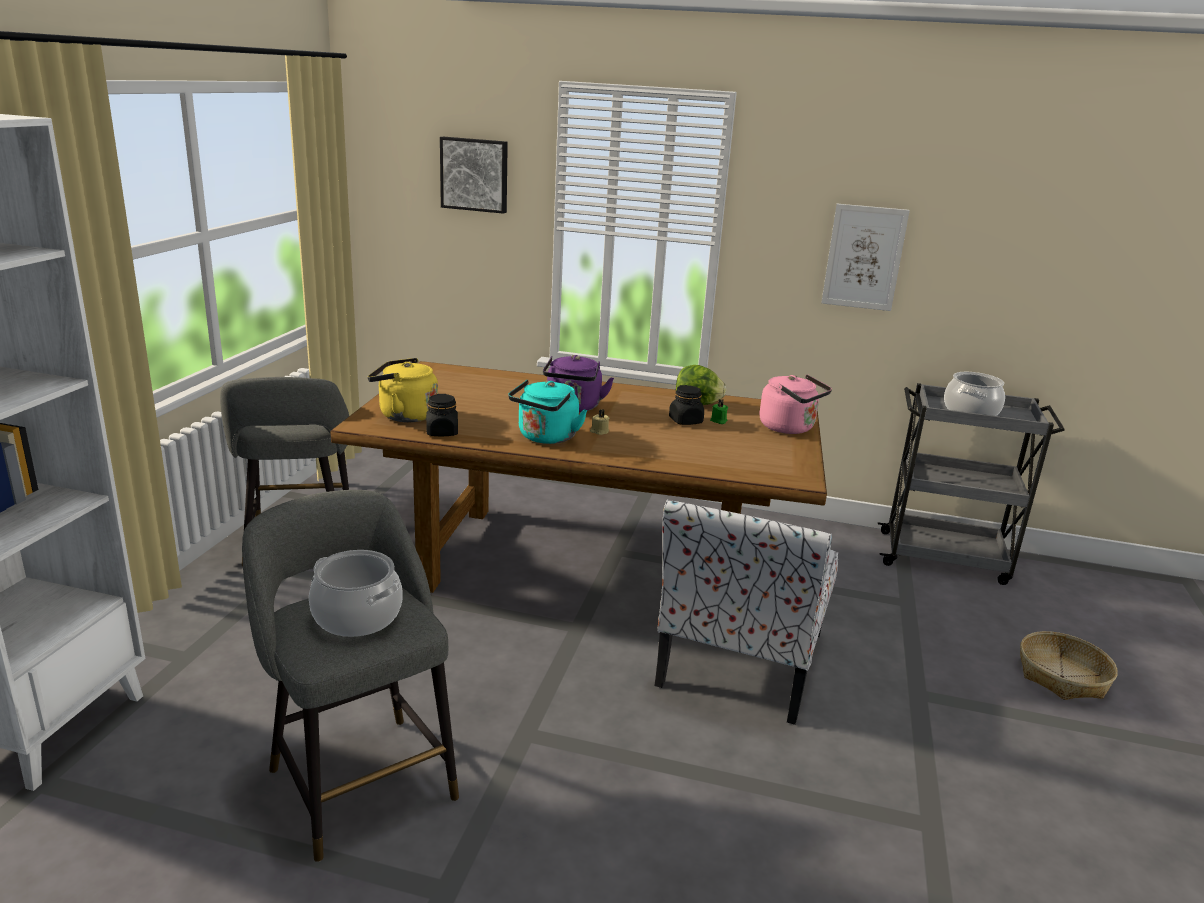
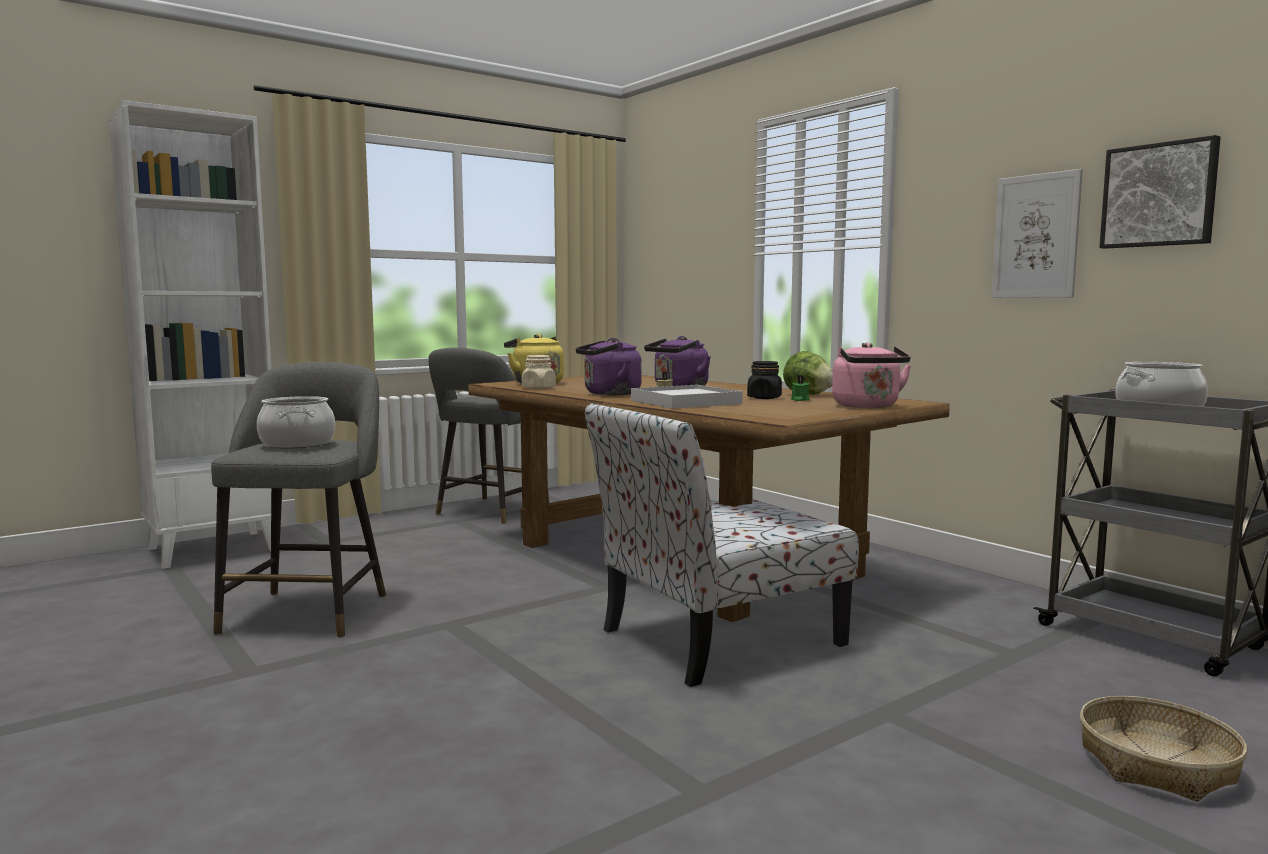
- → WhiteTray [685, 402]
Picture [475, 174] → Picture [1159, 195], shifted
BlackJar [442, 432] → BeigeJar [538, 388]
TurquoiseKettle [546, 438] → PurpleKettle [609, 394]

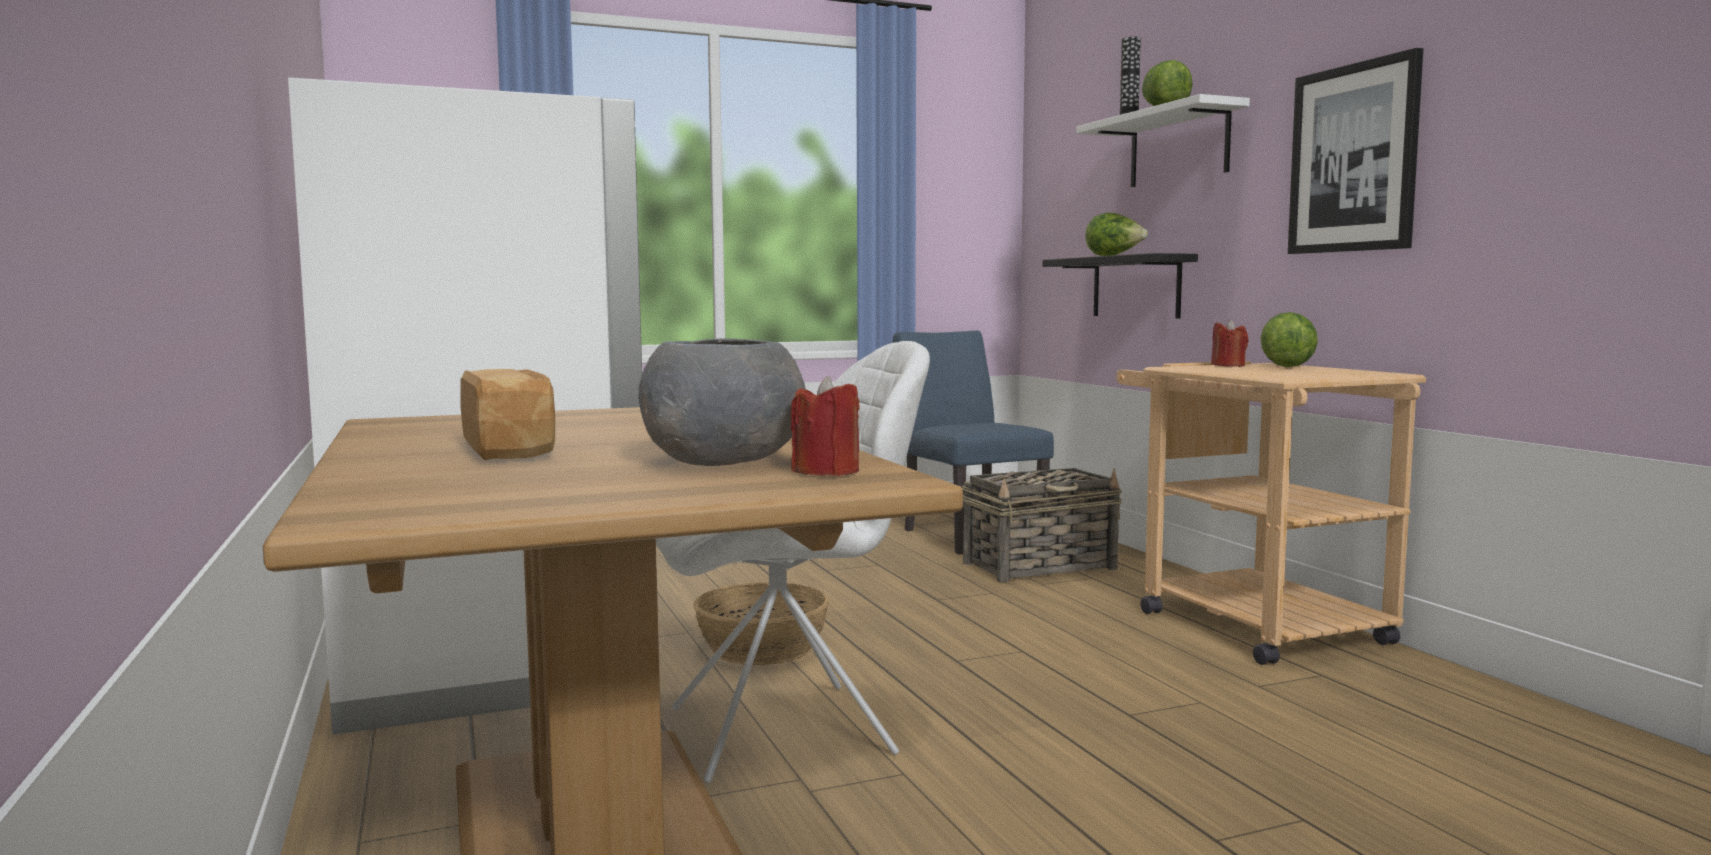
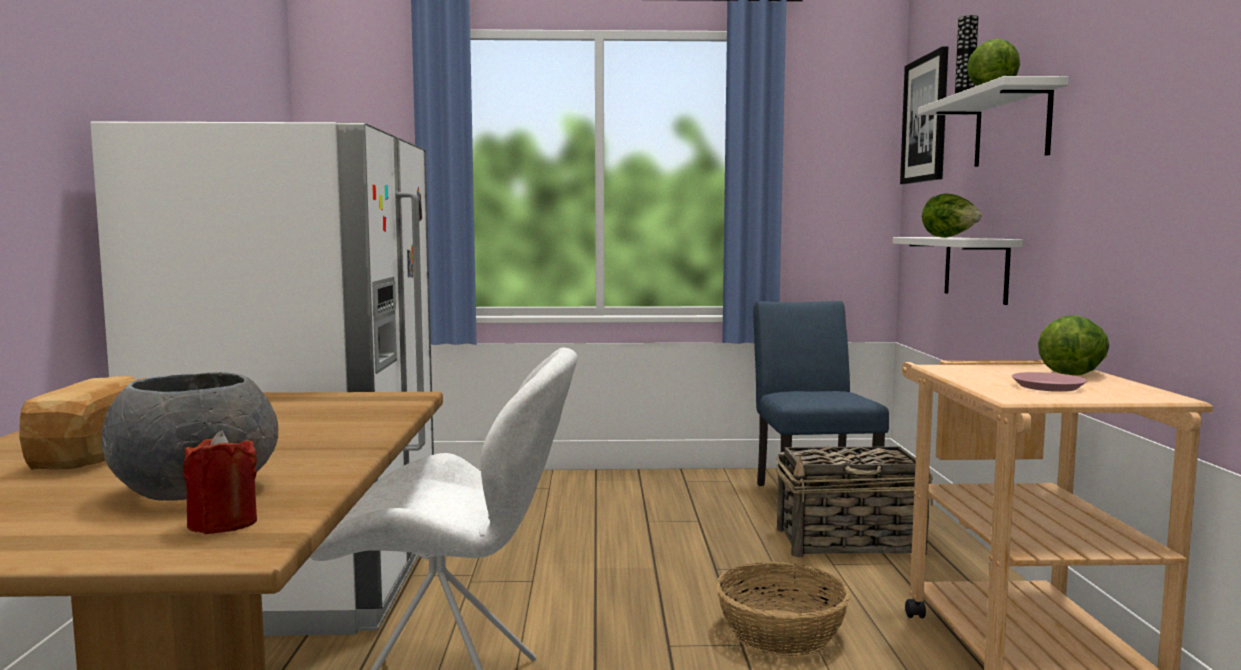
RedCandle [1228, 365] → -
- → PinkPlate [1048, 387]
Basket [762, 648] → Basket [781, 632], shifted
Picture [1354, 158] → Picture [925, 119], shifted
BlackShelf [1136, 287] → WhiteShelf [976, 268]

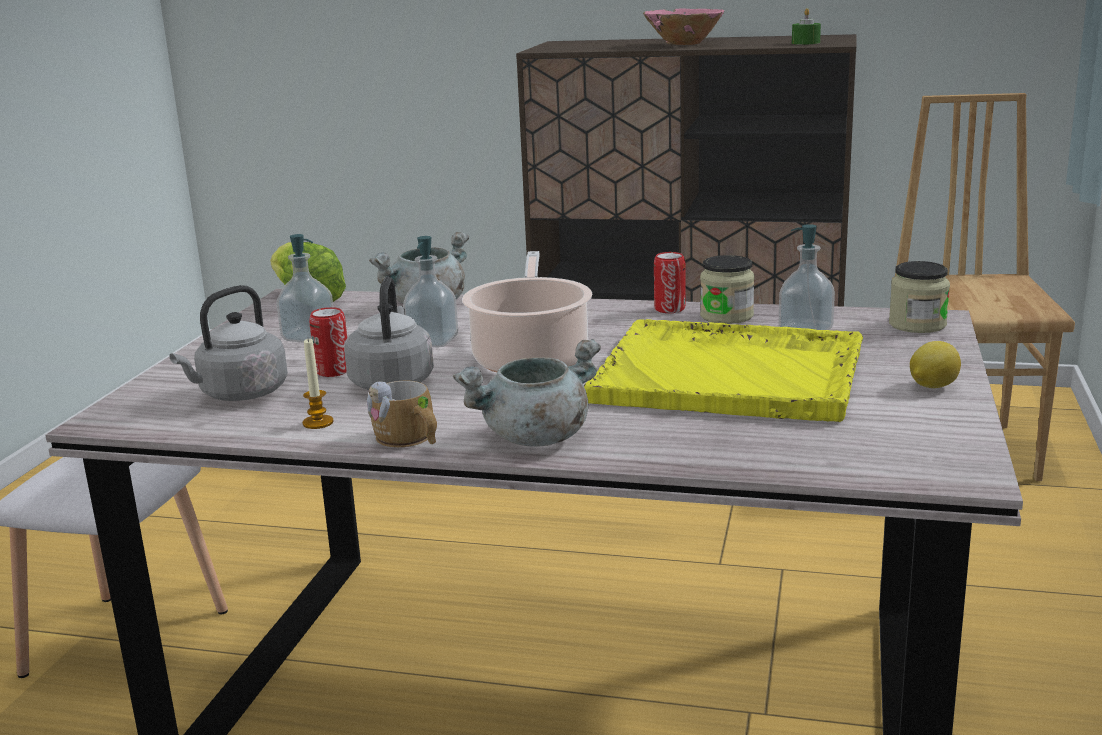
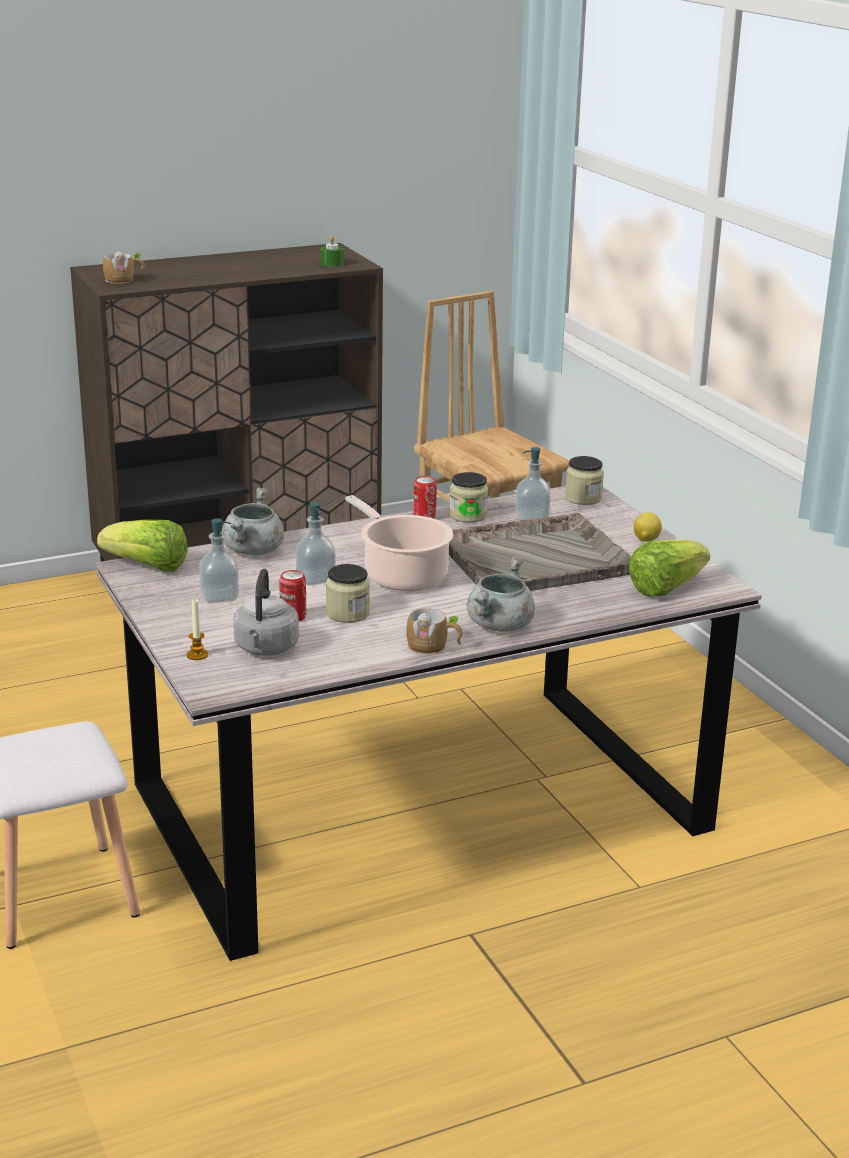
PinkBowl [683, 44] → -
- → Mug [125, 280]
- → Lettuce [665, 588]
Candle [318, 423] → Candle [197, 655], shifted
GreyKettle [392, 381] → Jar [347, 613]
YellowTray [731, 375] → GreyTray [537, 558]

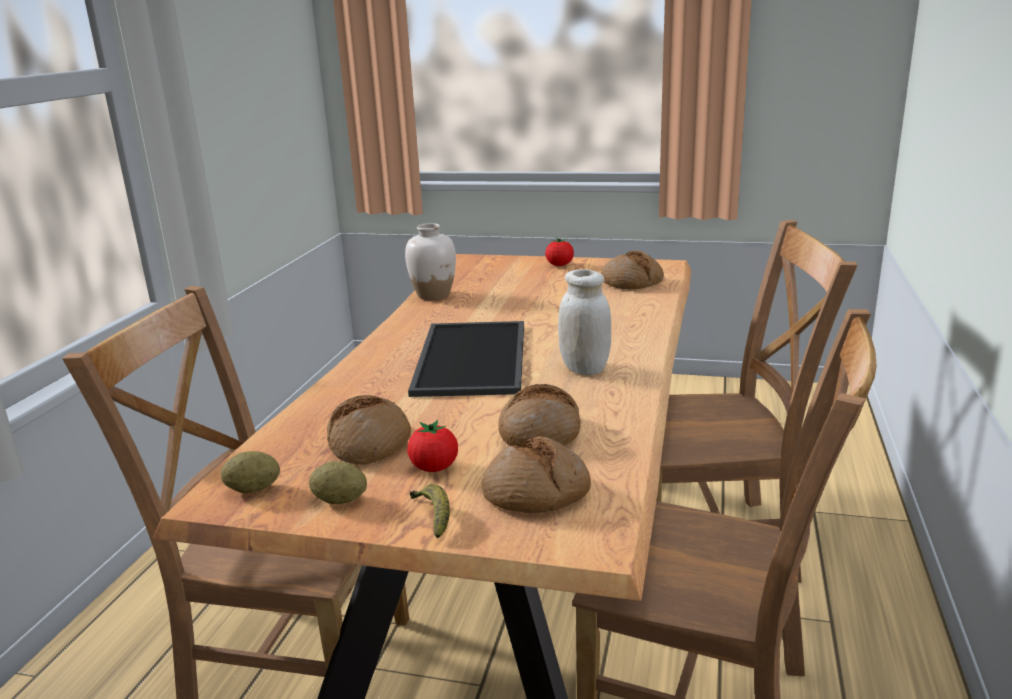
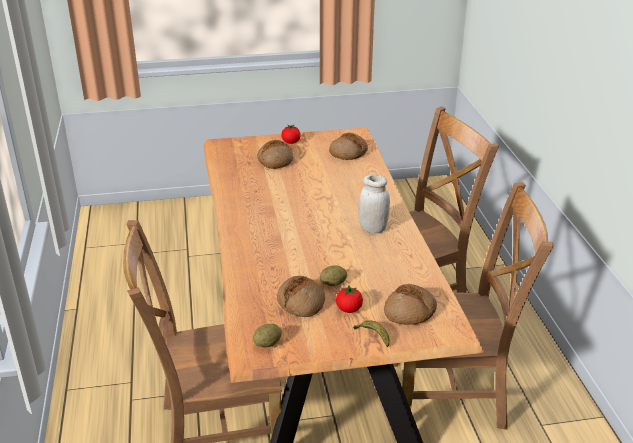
WhiteVase [433, 295] → -
Tray [474, 359] → -
Potato [340, 500] → Potato [333, 283], shifted
Bread [540, 433] → Bread [275, 160], shifted

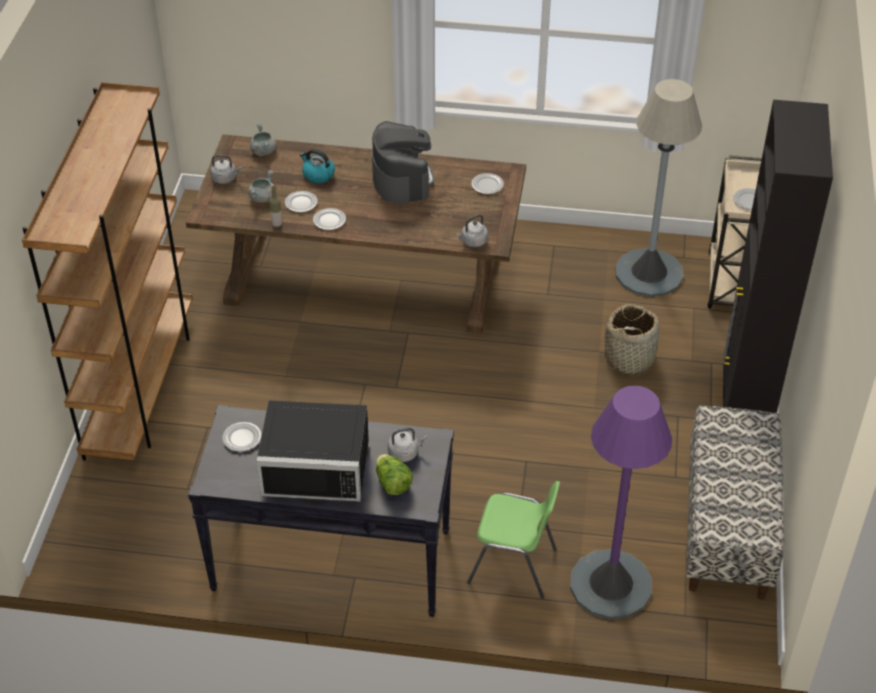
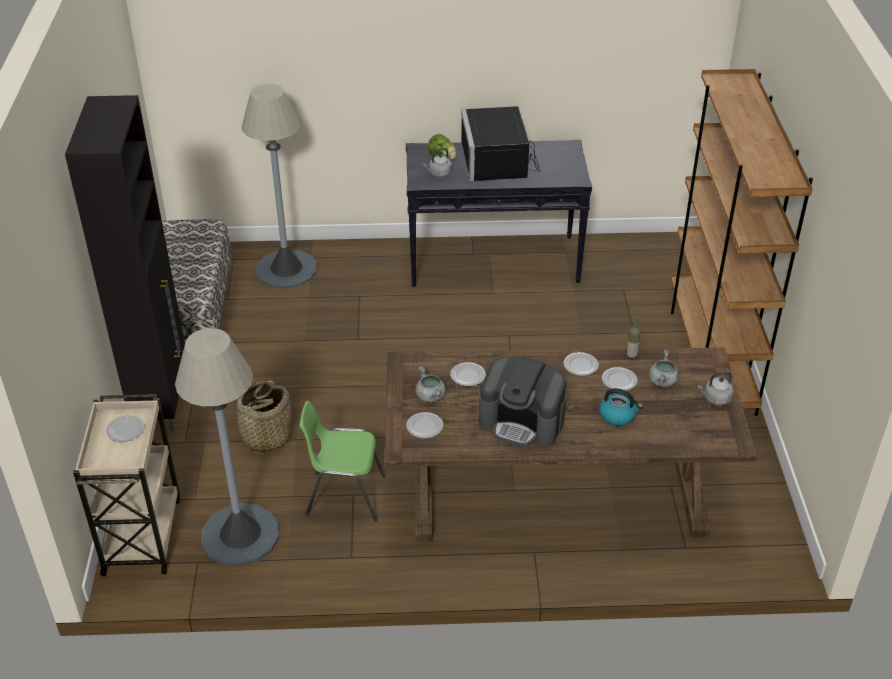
GreyKettle [473, 242] → -
Plate [242, 438] → Plate [468, 375], shifted
GreyCookingPot [263, 151] → GreyCookingPot [431, 396], shifted
GreenChair [513, 566] → GreenChair [344, 495], shifted
PurpleFloorLamp [610, 584] → GreyFloorLamp [286, 270]
BlackMicrowave [317, 463] → BlackMicrowave [500, 162], 90 degrees counterclockwise
CoffeeMachine [402, 180] → CoffeeMachine [522, 422], 45 degrees counterclockwise

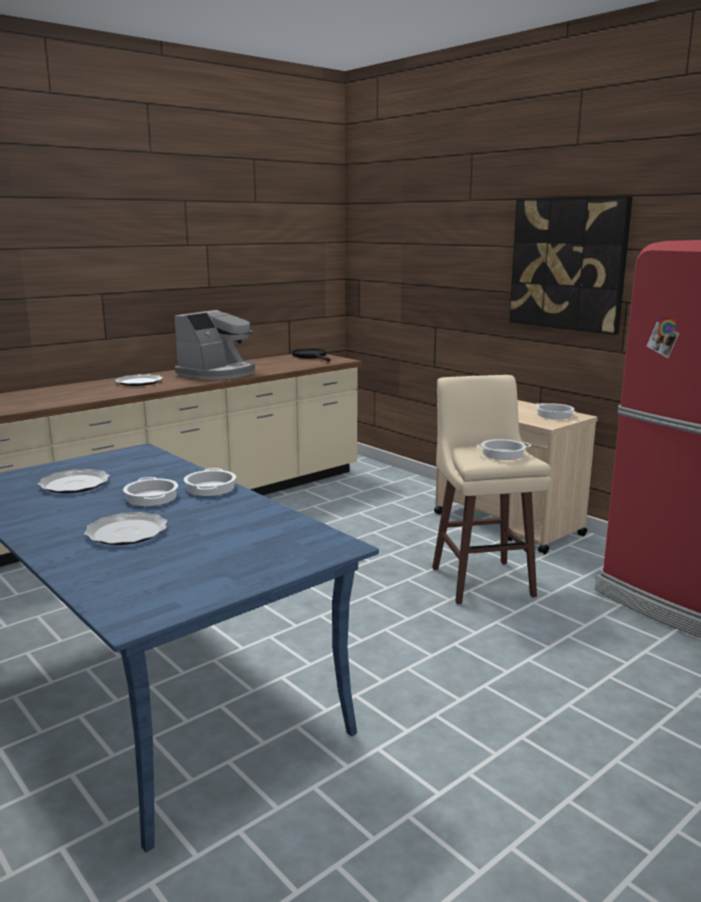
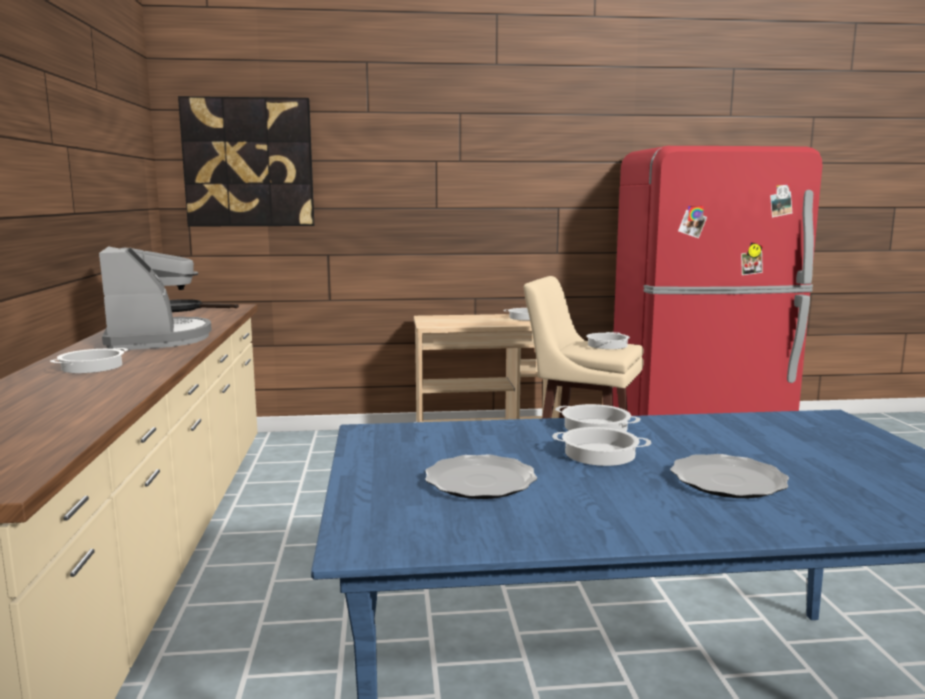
Picture [568, 264] → Picture [248, 163], shifted
Plate [139, 382] → CookingPot [92, 367]

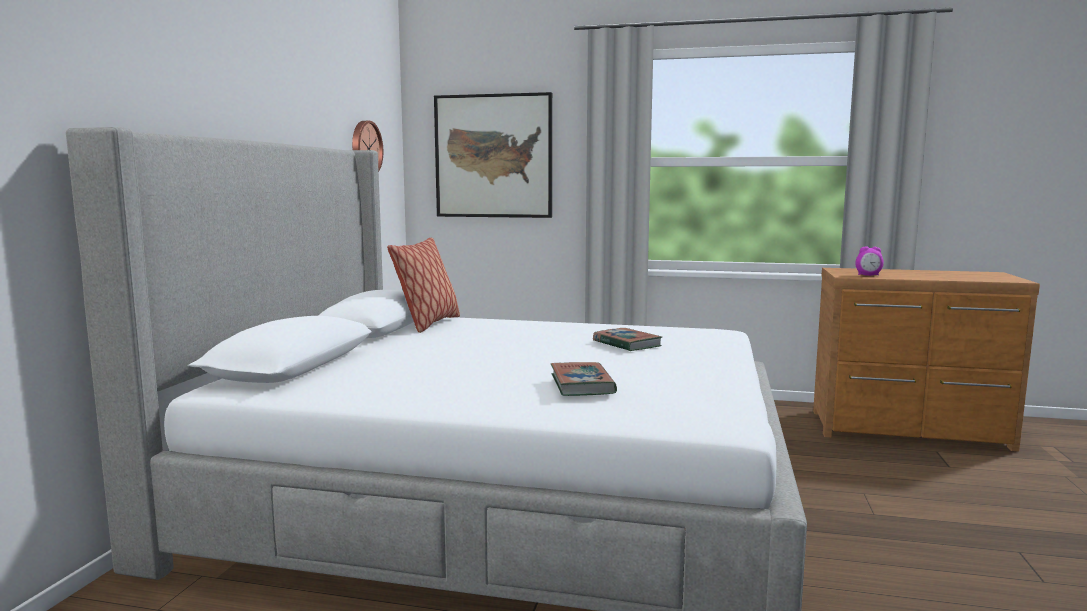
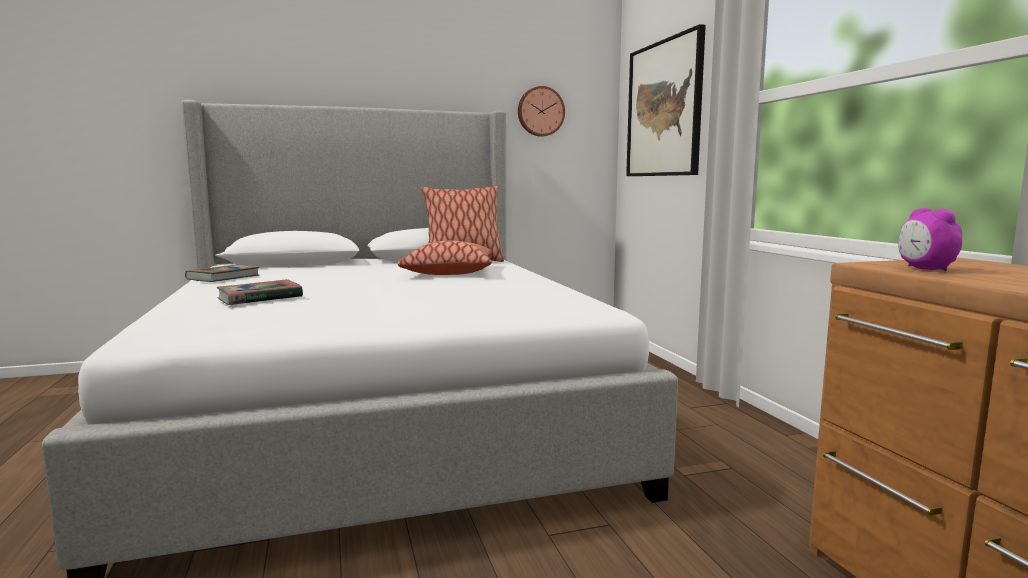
- → Pillow [448, 272]
Book [626, 344] → Book [223, 278], shifted

